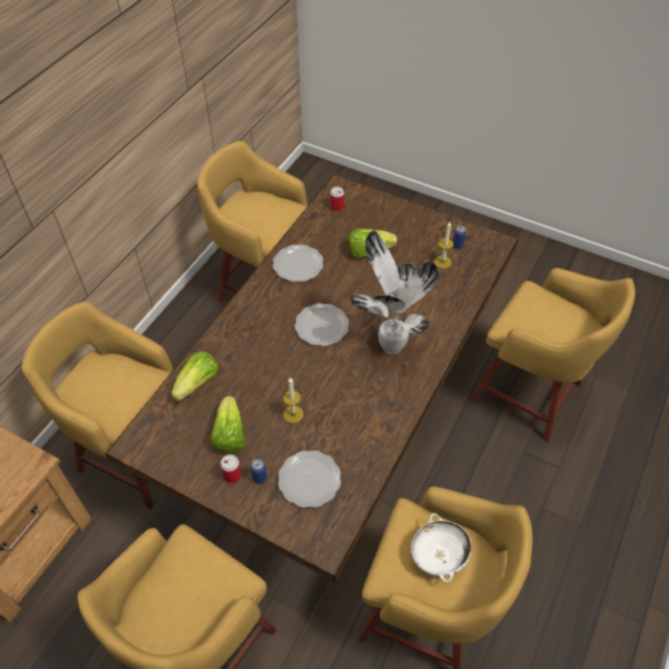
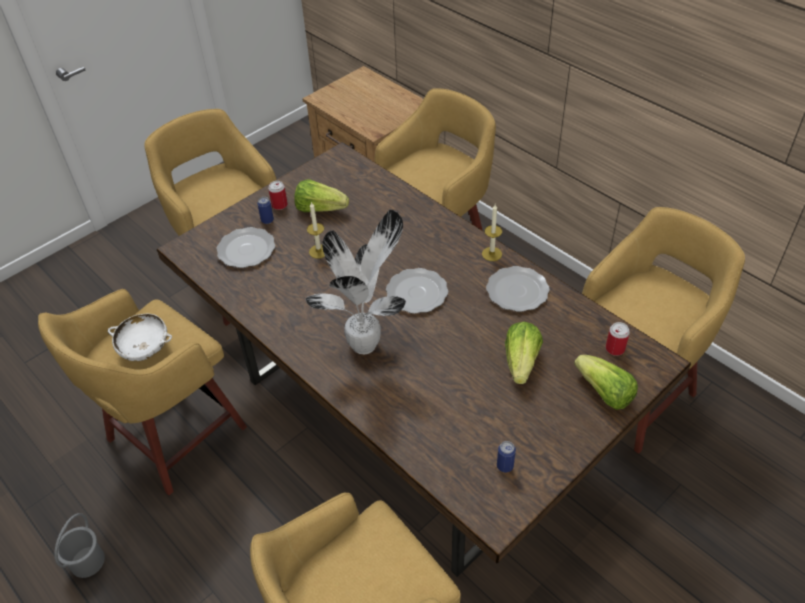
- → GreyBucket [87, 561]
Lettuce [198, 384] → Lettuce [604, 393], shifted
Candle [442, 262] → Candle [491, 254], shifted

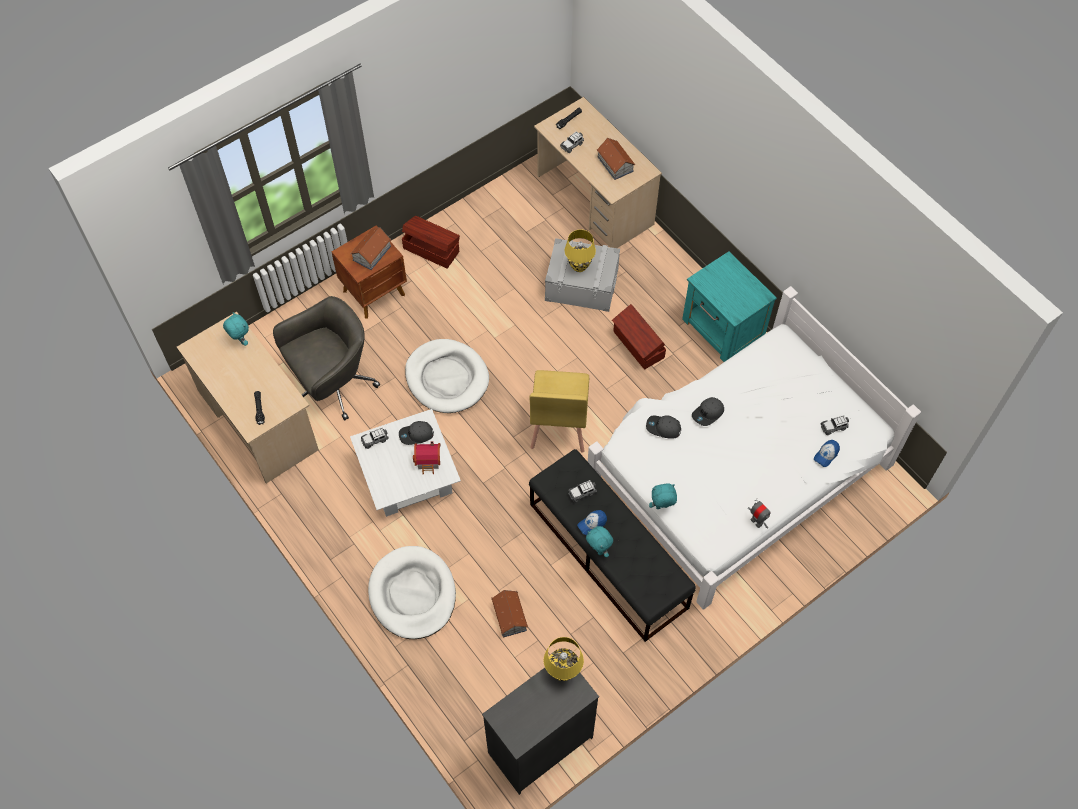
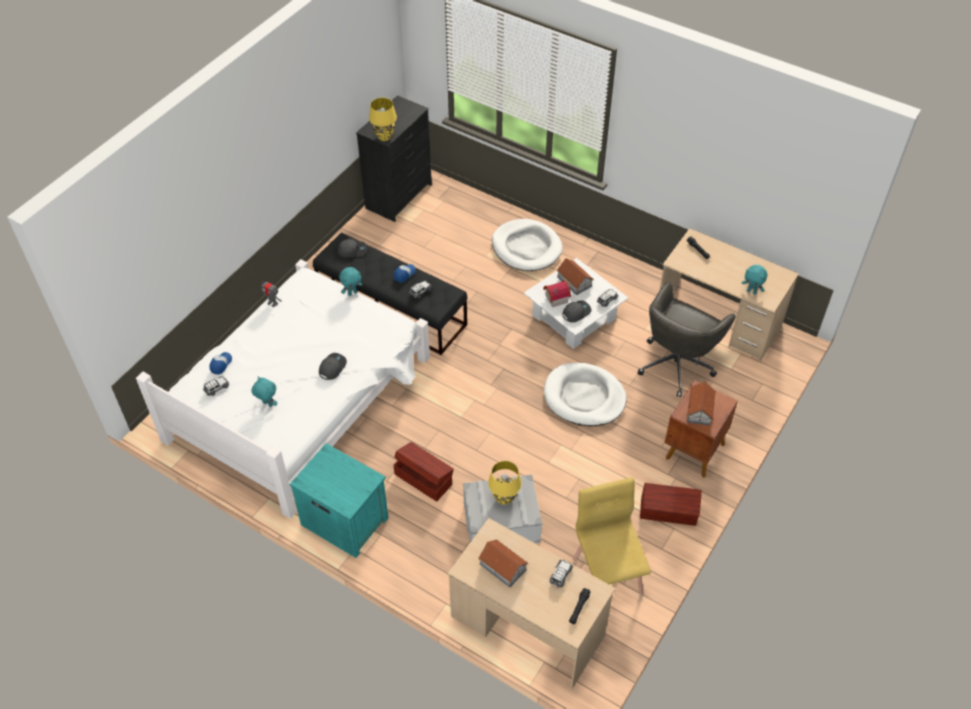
ToyHouse [509, 617] → ToyHouse [574, 281], shifted
YellowChair [558, 427] → YellowChair [607, 574], shifted
TurquoisePlushToy [598, 550] → TurquoisePlushToy [267, 404], shifted
GreyCap [663, 428] → GreyCap [352, 250], shifted

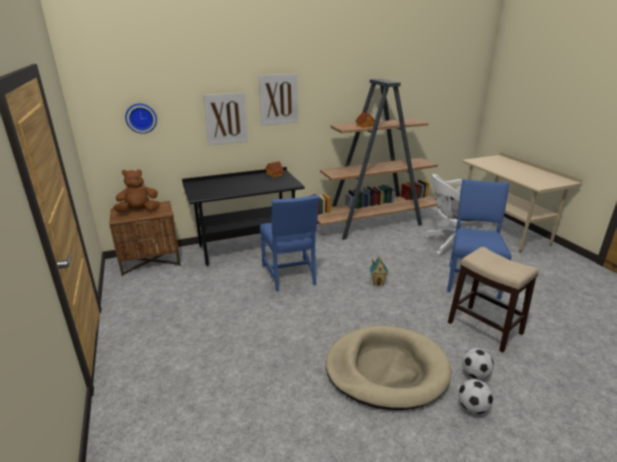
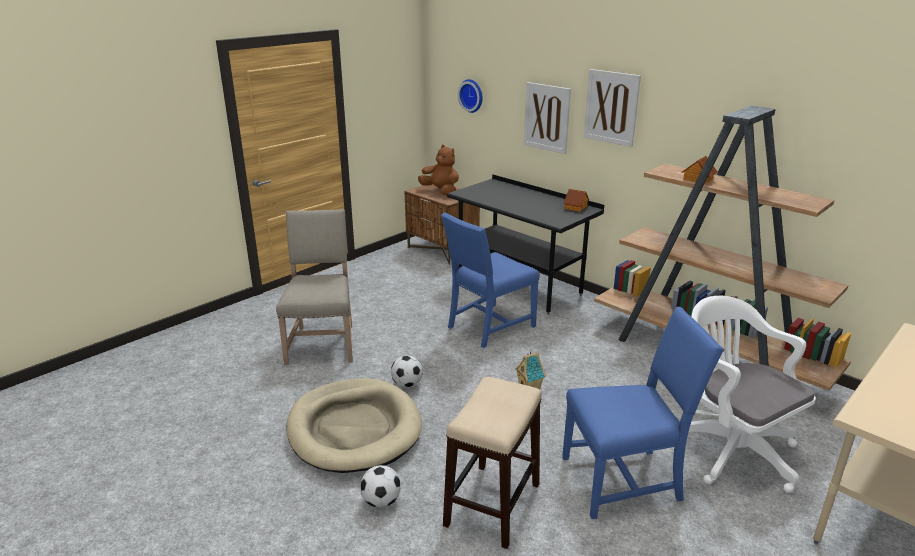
- → BeigeChair [322, 342]
Football [473, 408] → Football [407, 384], shifted

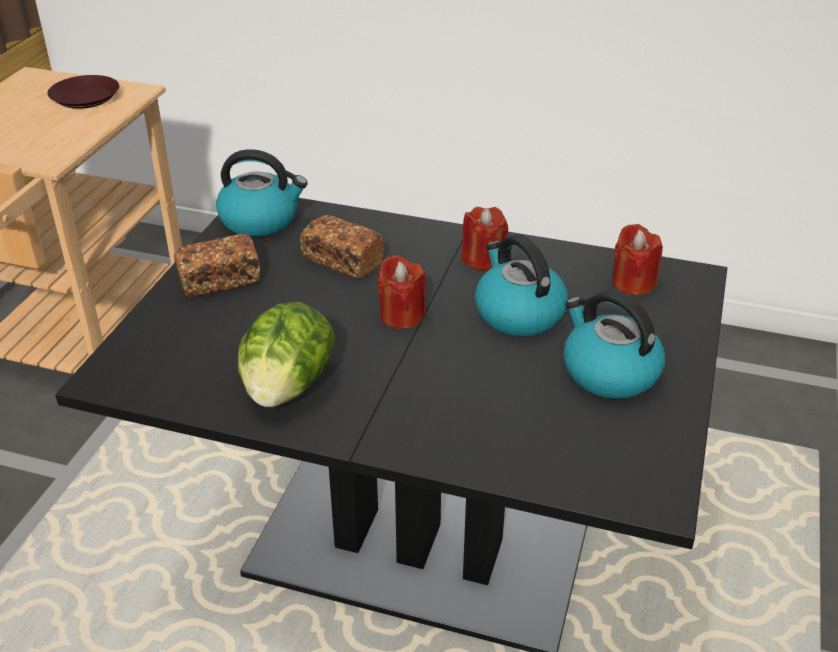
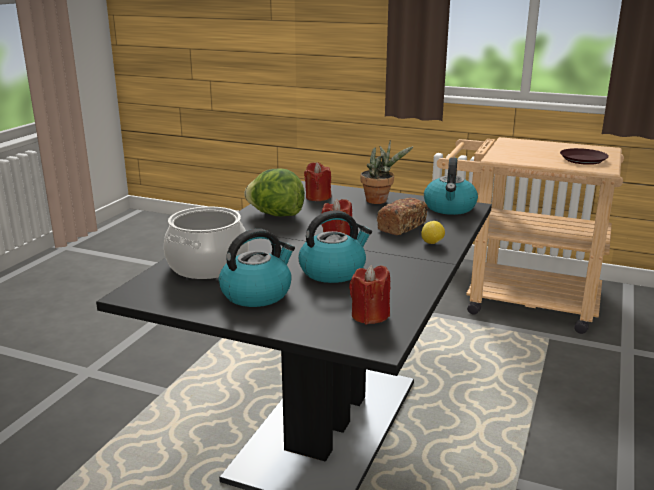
- → CookingPot [208, 266]
- → Lemon [432, 243]
RedCandle [482, 259] → RedCandle [318, 197], shifted
Bread [219, 280] → PottedPlant [380, 201]

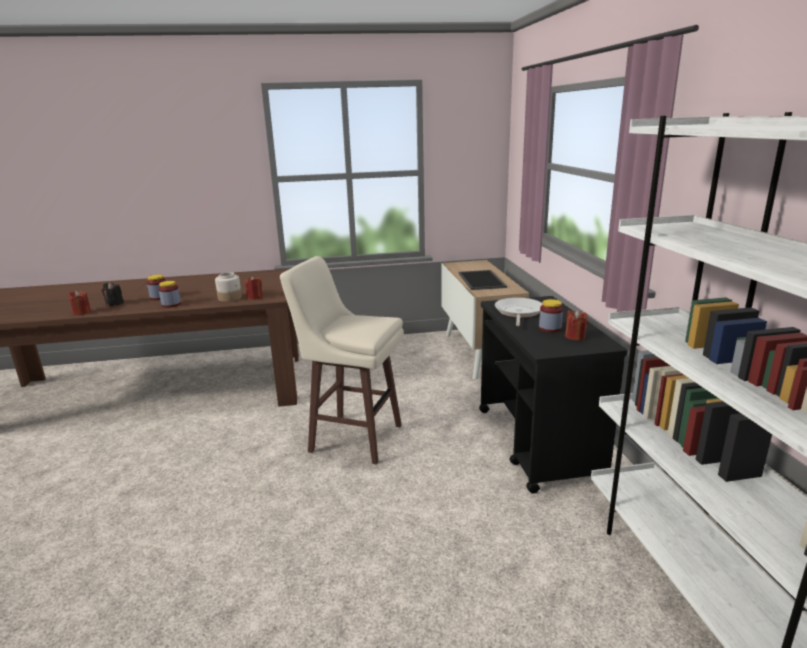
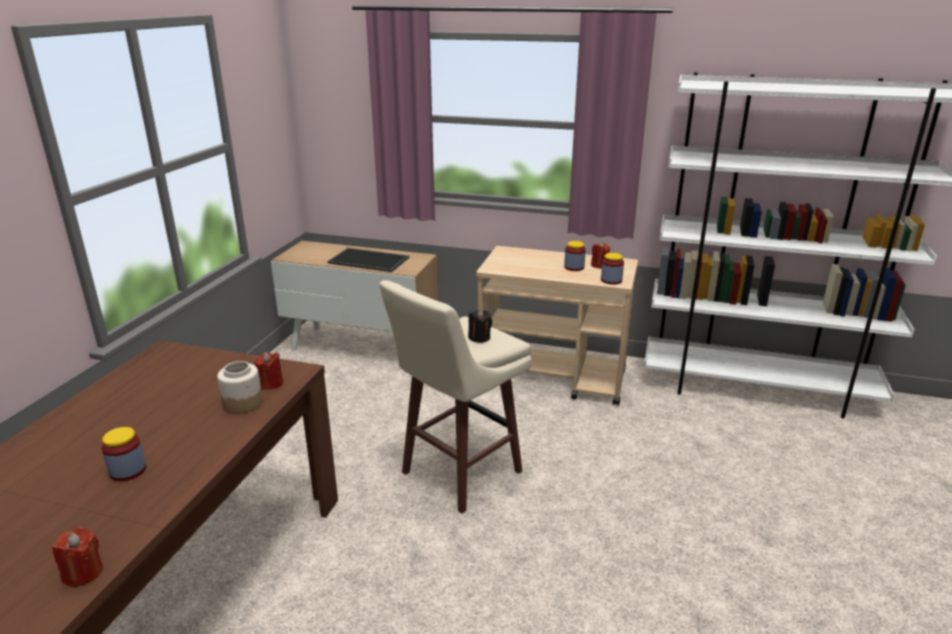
FryingPan [518, 312] → -
BlackCandle [114, 304] → BlackCandle [479, 338], shifted
Jar [171, 304] → Jar [611, 280], shifted
BlackCart [538, 443] → BeigeCart [553, 378]

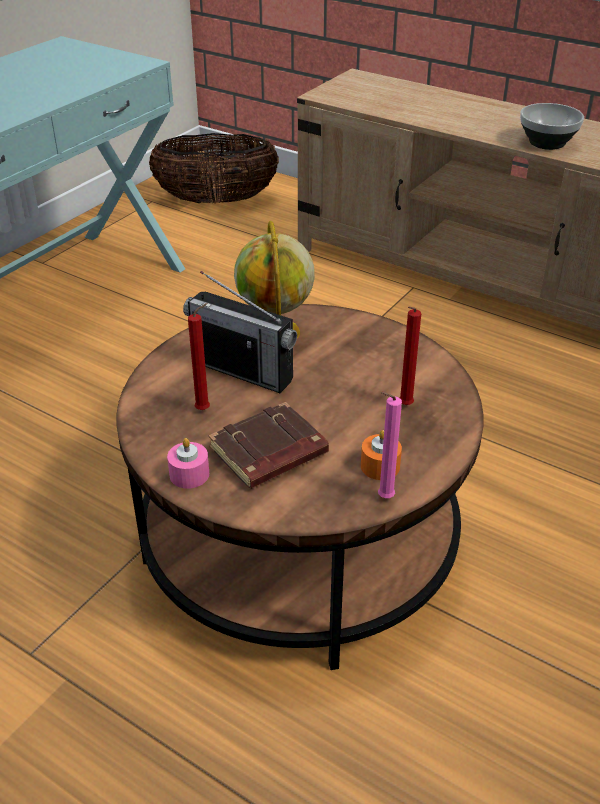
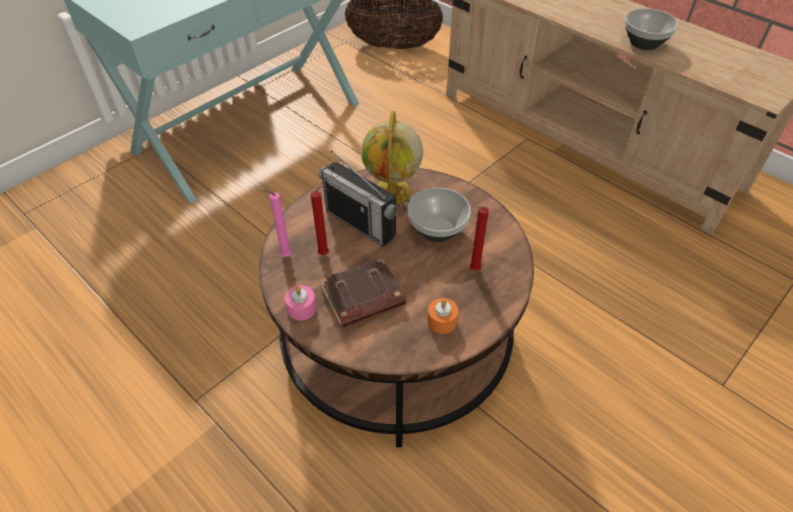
- → Bowl [438, 230]
PinkCandle [383, 498] → PinkCandle [284, 256], shifted

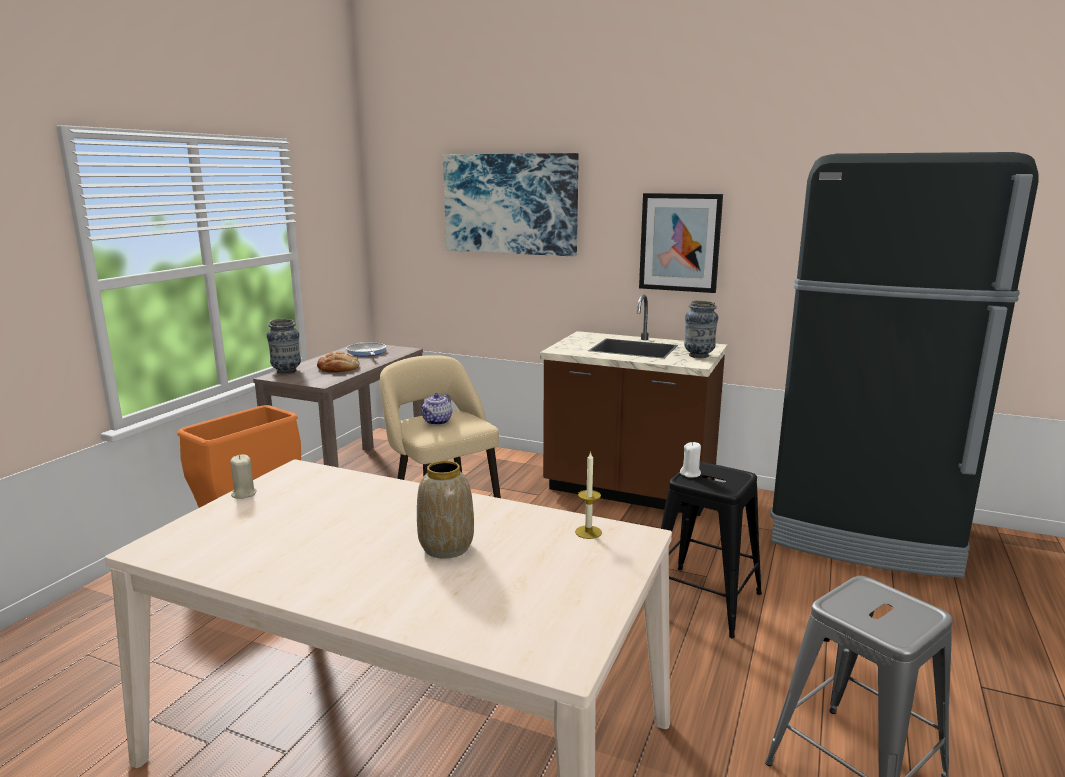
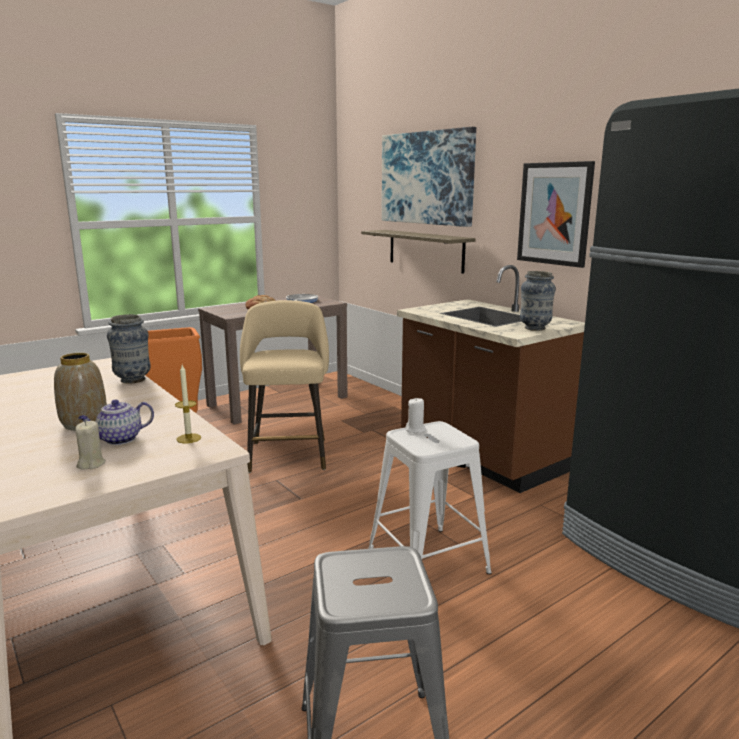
- → Shelf [425, 250]
BeigeCandle [244, 494] → BeigeCandle [91, 464], shifted
Vase [286, 371] → Vase [133, 380], shifted
Teapot [437, 422] → Teapot [119, 439], shifted
BlackStool [703, 600] → WhiteStool [427, 561]

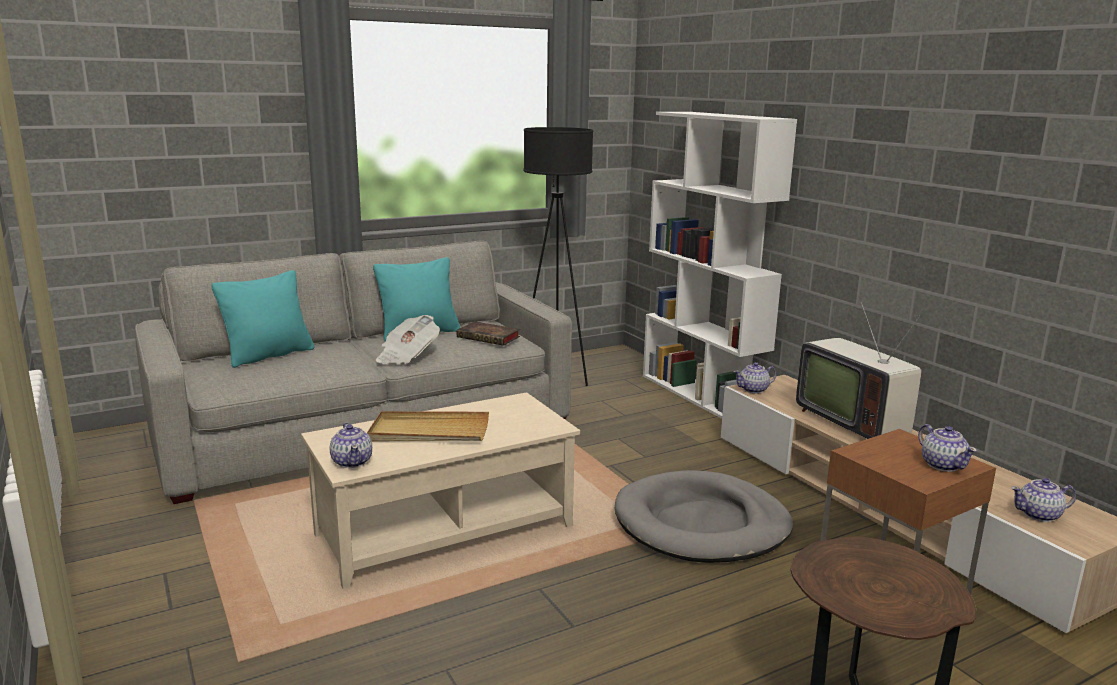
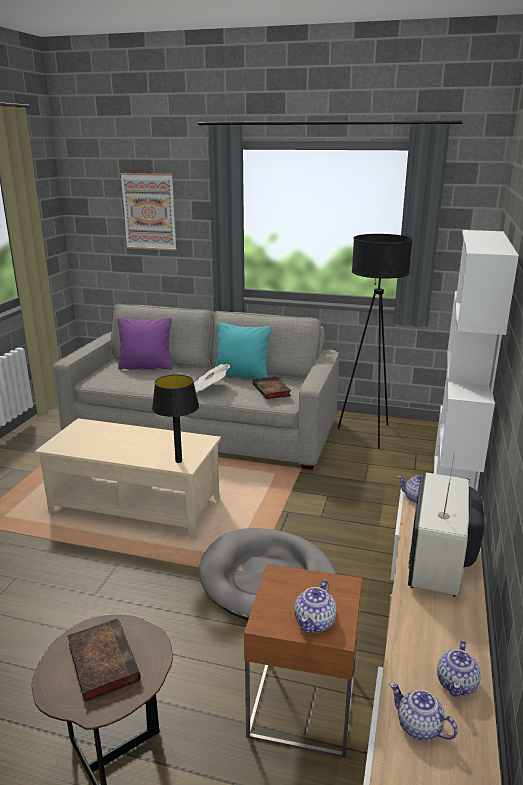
BeigeTray [429, 432] → -
- → Book [101, 661]
- → Picture [149, 212]
- → BlackTableLamp [178, 461]
Teapot [352, 461] → Teapot [457, 683], shifted
TurquoisePillow [269, 355] → PurplePillow [146, 367]

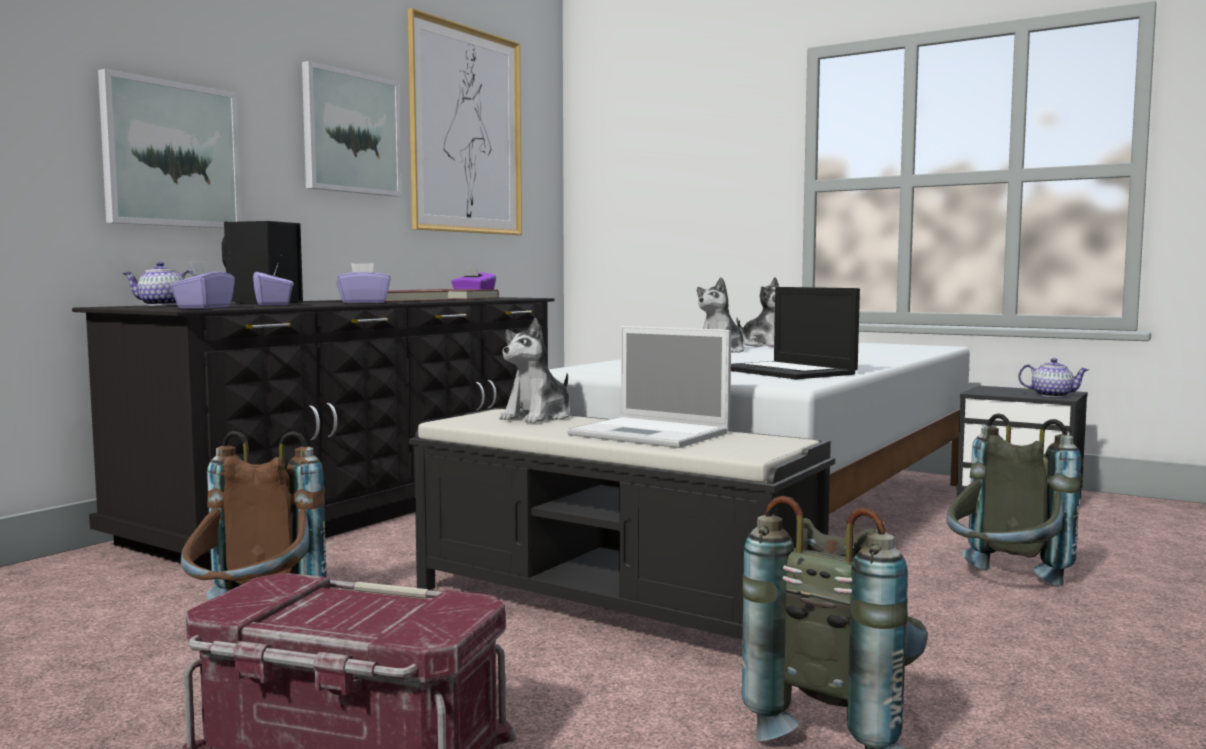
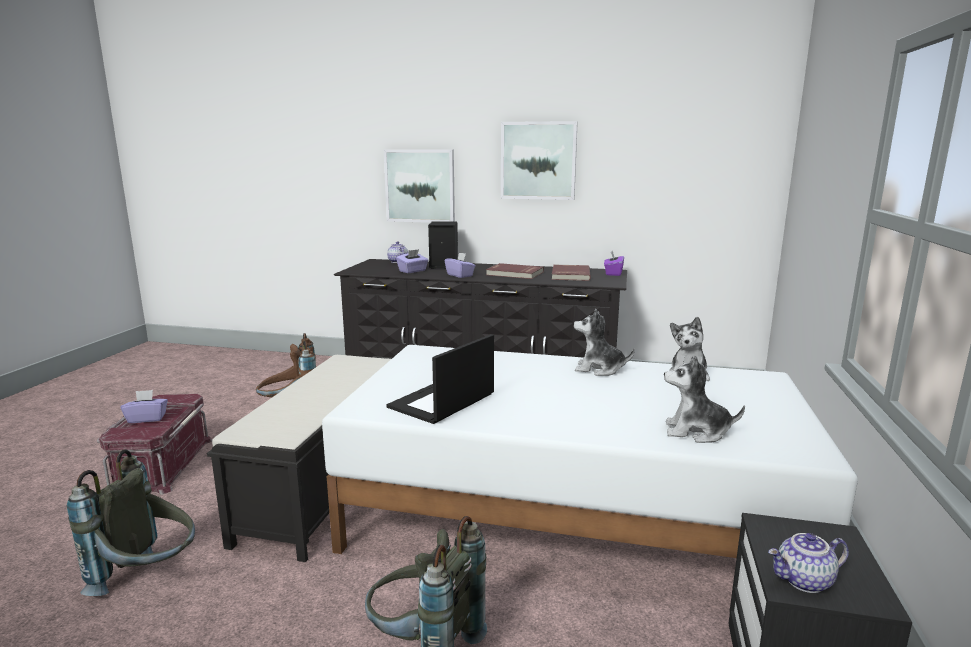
Picture [467, 131] → -
Laptop [652, 434] → -
PurpleTissueBox [203, 308] → PurpleTissueBox [147, 418], shifted
PlushToy [538, 417] → PlushToy [696, 432], shifted
Teapot [1052, 395] → Teapot [804, 581], 75 degrees clockwise

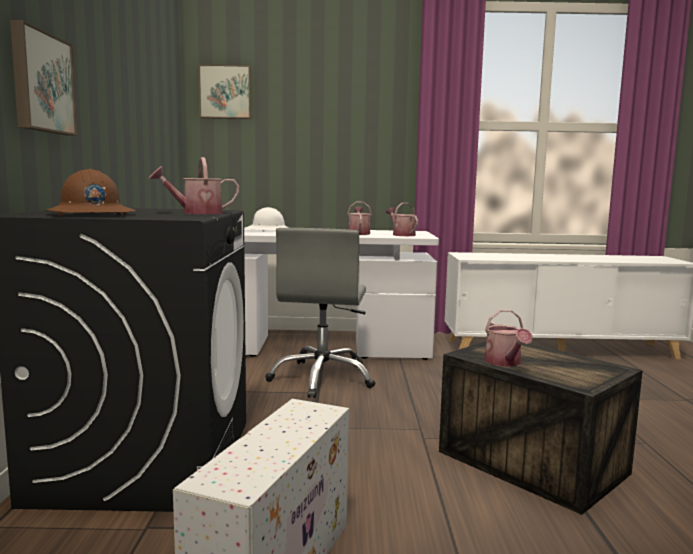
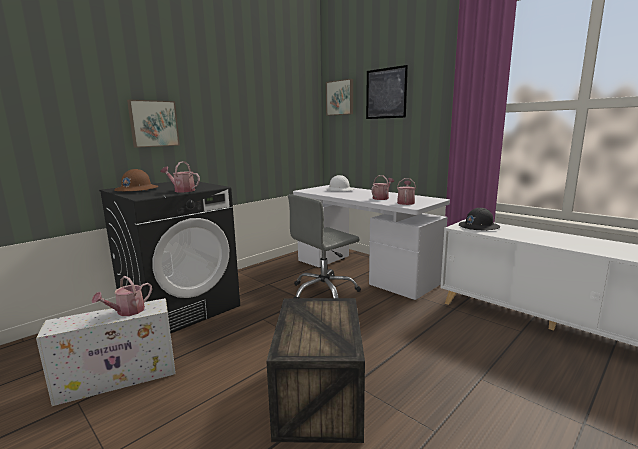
- → Picture [386, 93]
- → BlackHardHat [478, 227]
WateringCan [505, 362] → WateringCan [127, 312], shifted

